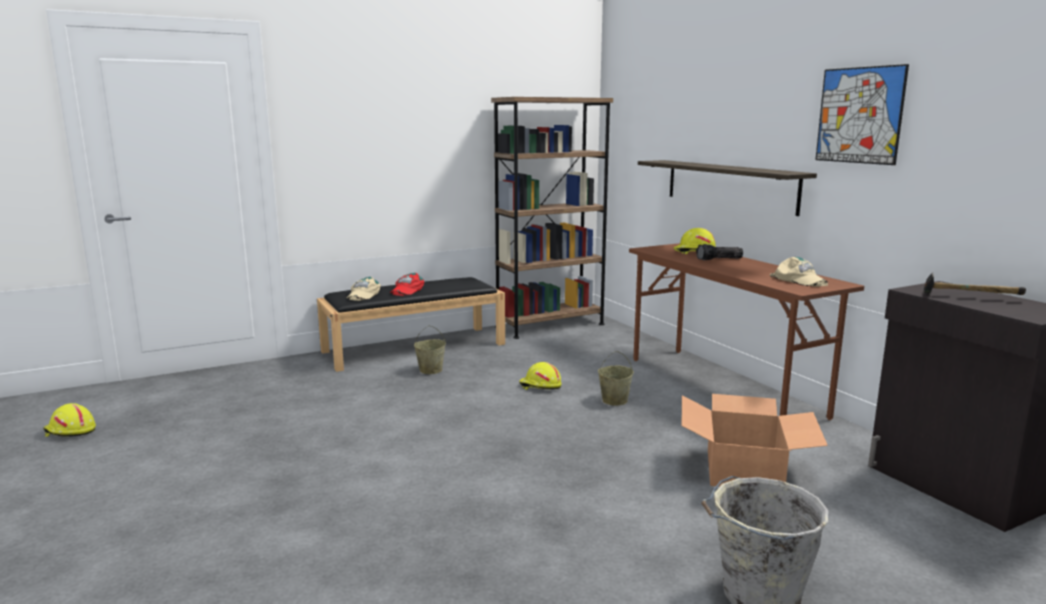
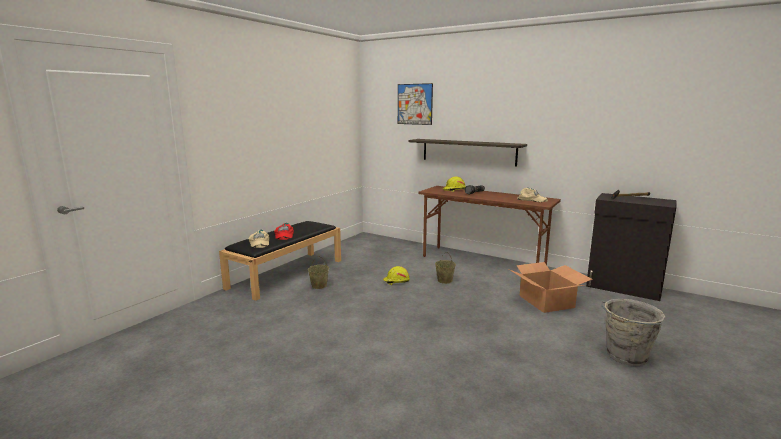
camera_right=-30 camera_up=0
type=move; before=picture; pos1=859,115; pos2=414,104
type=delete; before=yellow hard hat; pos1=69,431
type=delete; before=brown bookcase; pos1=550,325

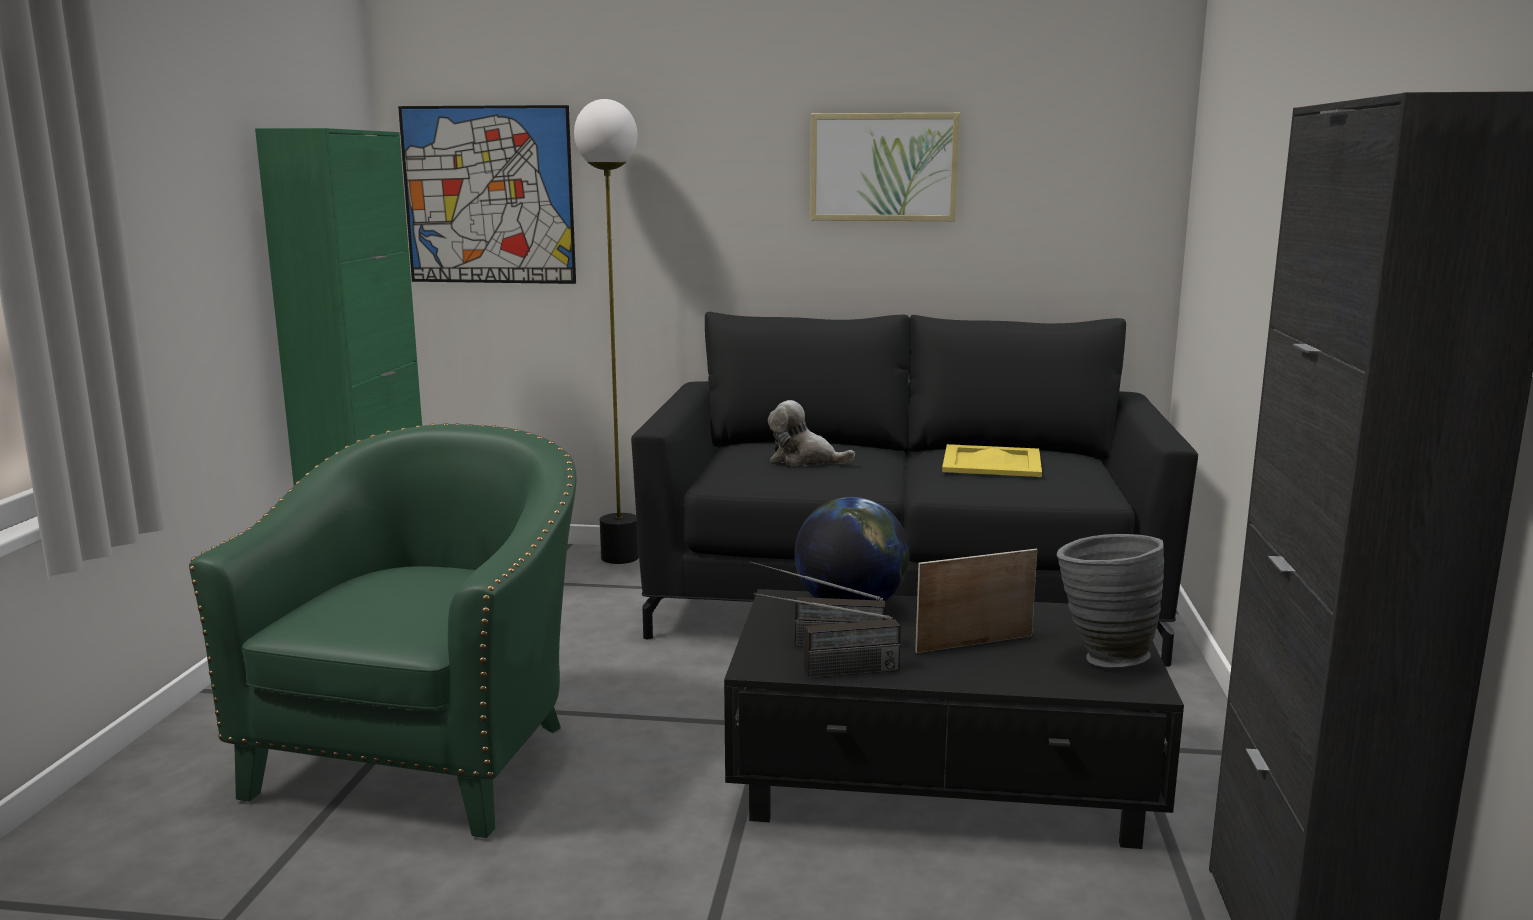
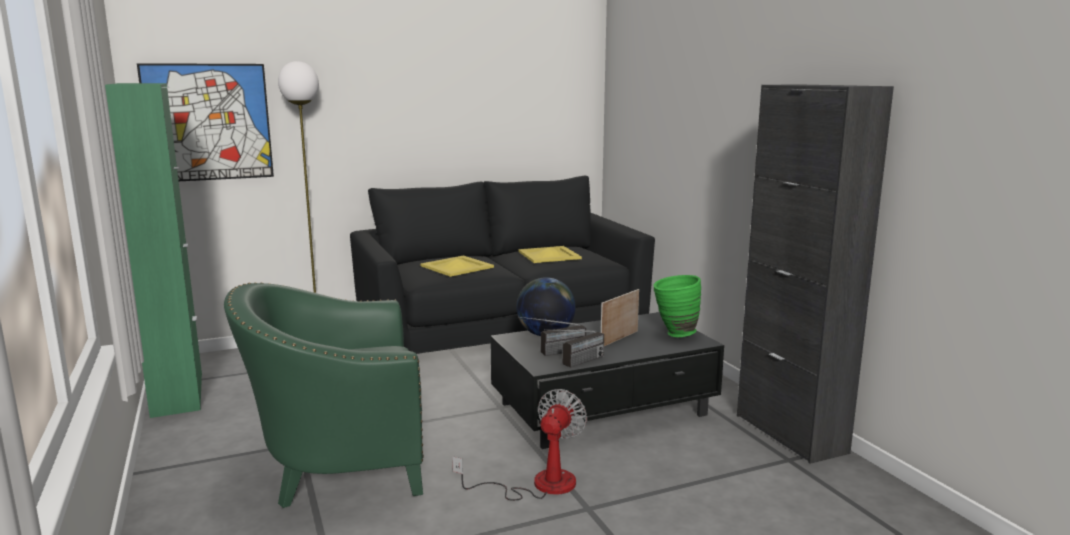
camera_right=-30 camera_up=0
type=rotate; before=green armchair; pos1=429,755; pos2=338,466; turn=-90
type=replace; before=plush toy; after=yellow tray; pos1=804,460; pos2=457,266
type=insert; after=fan; pos2=538,485
type=recolor; before=grey vase; after=green vase; pos1=1101,657; pos2=674,334
type=delete; before=picture; pos1=883,167

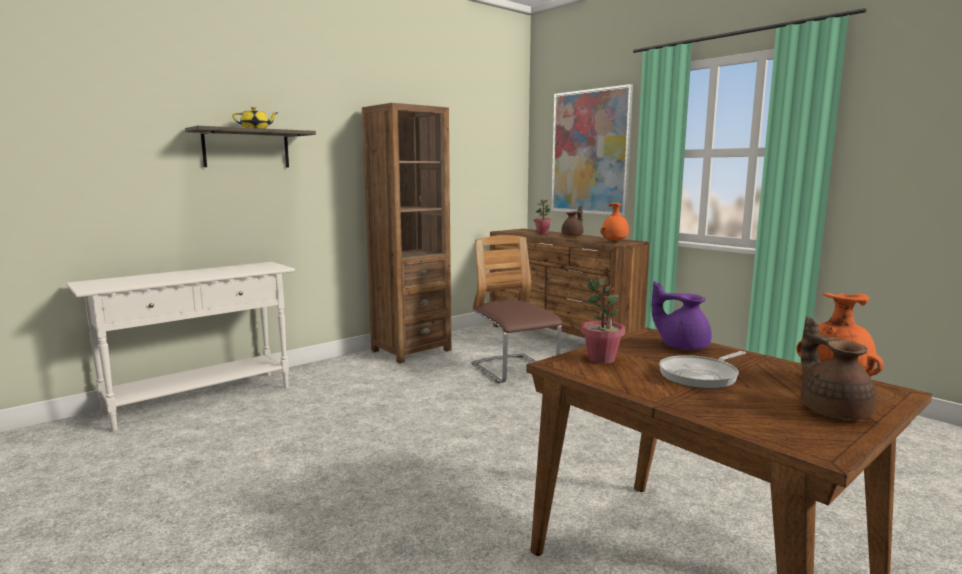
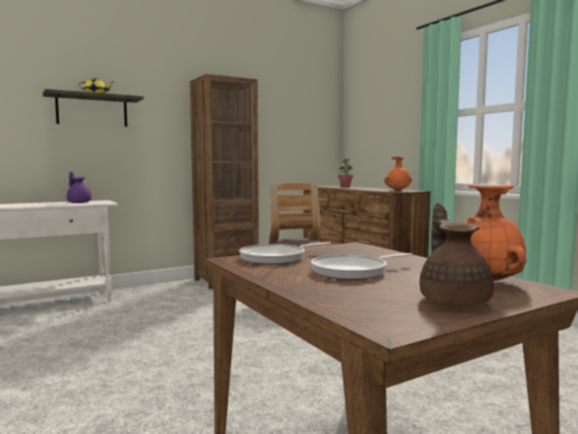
camera_right=10 camera_up=-5
type=move; before=purple teapot; pos1=682,346; pos2=79,202
type=replace; before=potted plant; after=frying pan; pos1=601,359; pos2=277,258
type=delete; before=picture; pos1=590,152
type=delete; before=brown teapot; pos1=573,236

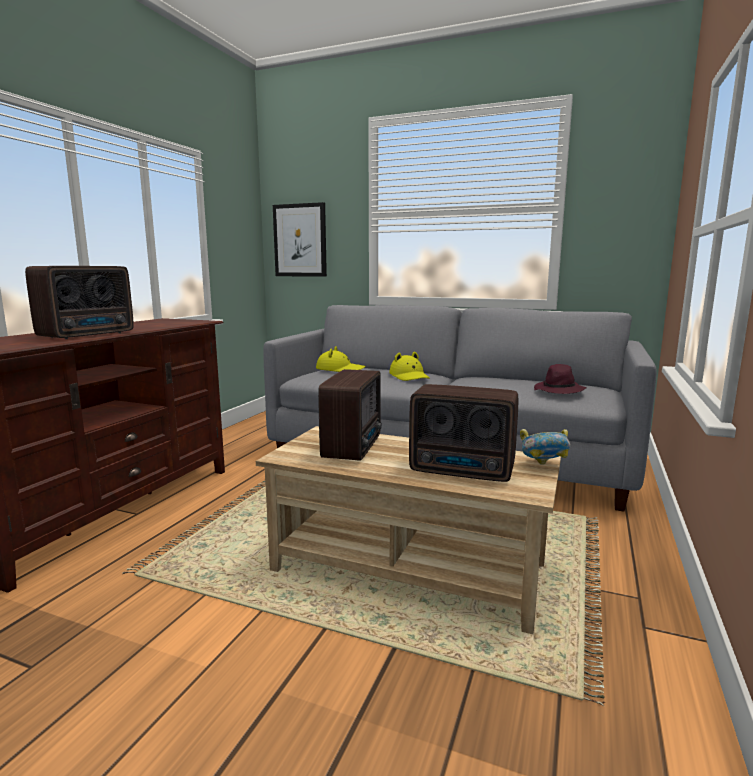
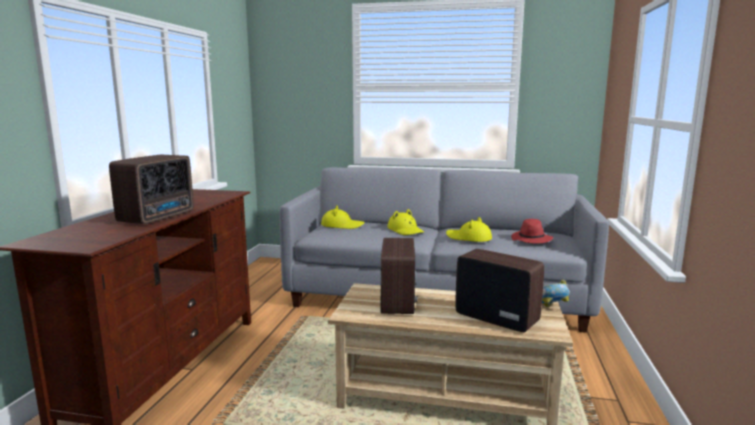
camera_right=-10 camera_up=0
type=insert; after=yellow hat; pos2=468,238
type=rotate; before=radio; pos1=464,471; pos2=495,317; turn=-150
type=recolor; before=purple hat; after=red hat; pos1=559,391; pos2=531,240
type=delete; before=picture; pos1=300,240

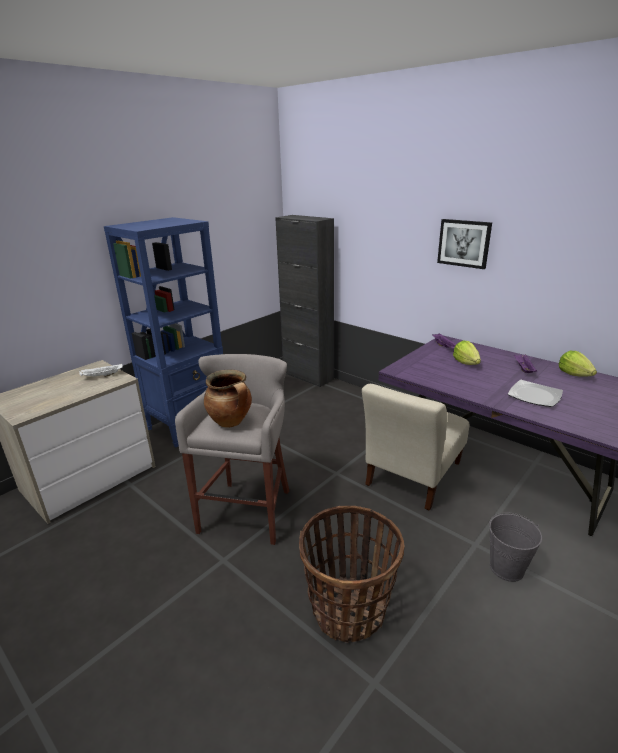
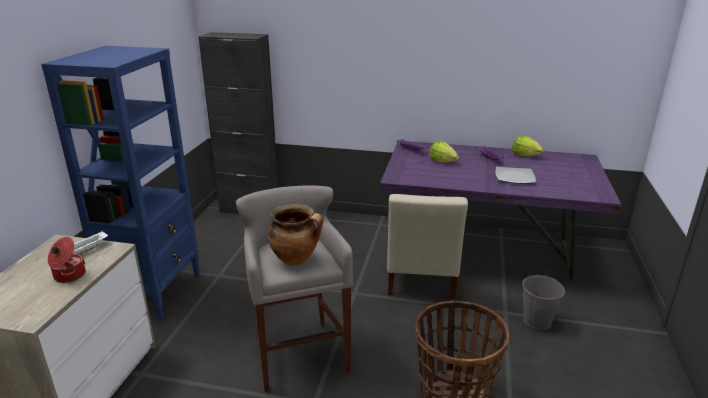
camera_right=-30 camera_up=0
type=insert; after=cooking pot; pos2=69,276
type=delete; before=picture; pos1=464,243

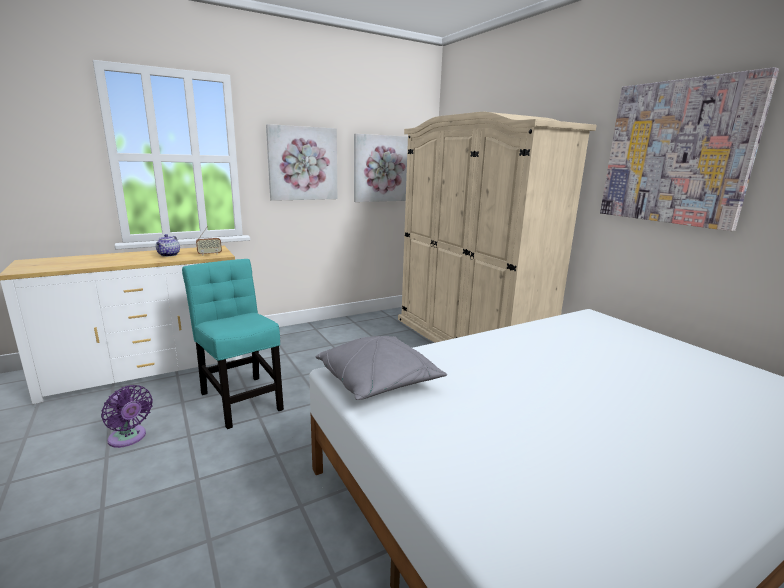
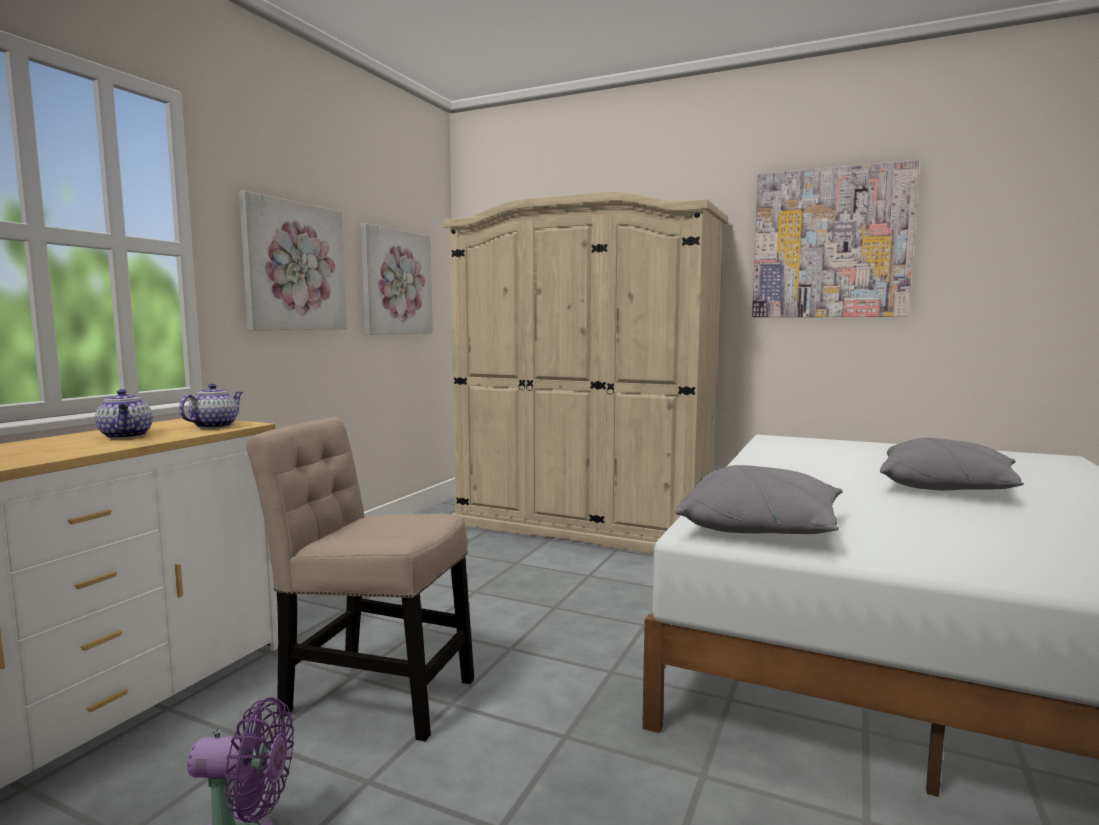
camera_right=-35 camera_up=-10
type=replace; before=radio; after=teapot; pos1=209,254; pos2=214,426
type=recolor; before=turquoise chair; after=beige chair; pos1=240,398; pos2=372,693
type=insert; after=grey pillow; pos2=946,488

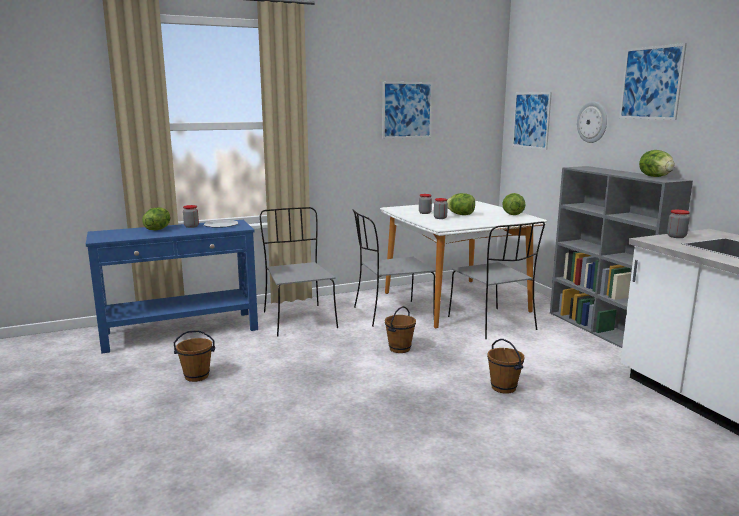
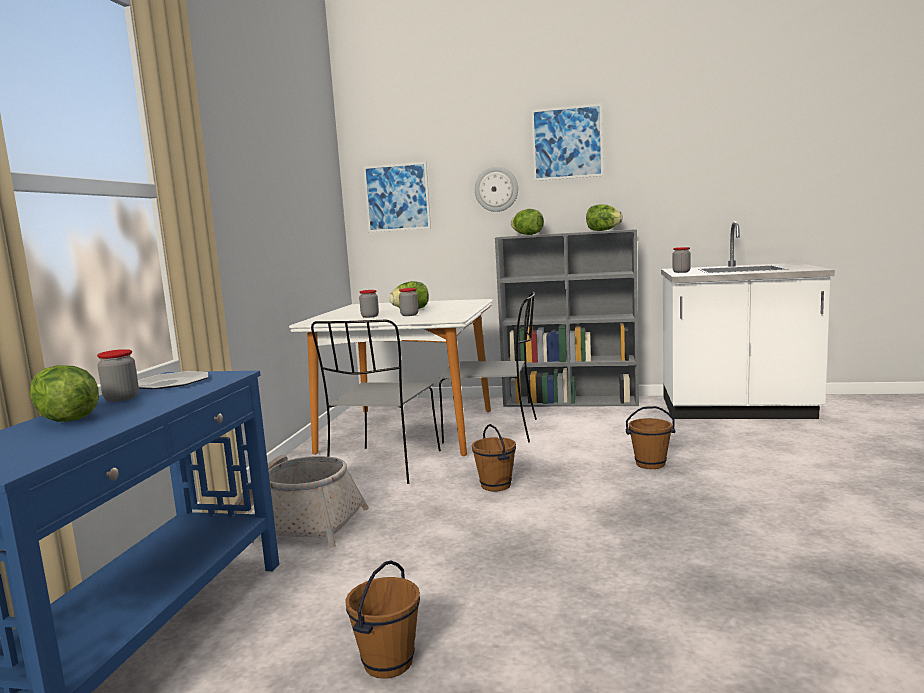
camera_right=-55 camera_up=-5
type=replace; before=grey chair; after=basket; pos1=298,319; pos2=296,524
type=move; before=lettuce; pos1=512,214; pos2=527,235
type=delete; before=picture; pos1=407,110

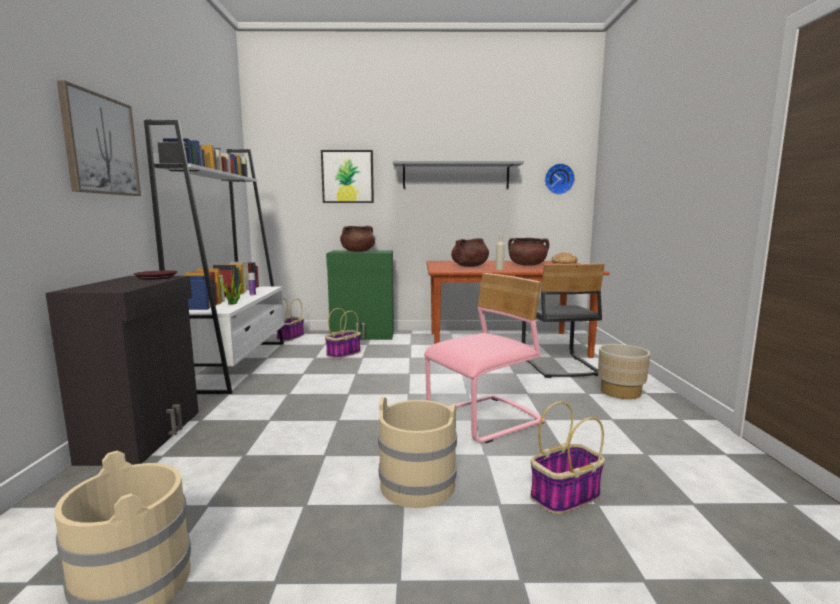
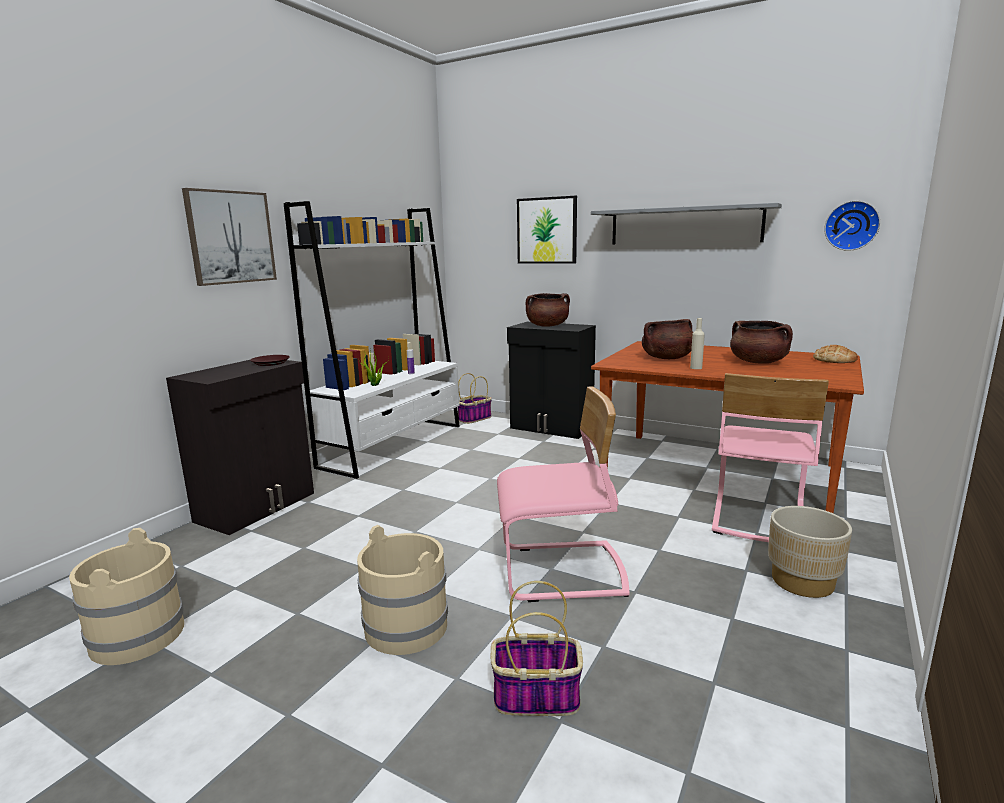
camera_right=30 camera_up=5
type=recolor; before=green cabinet; after=black cabinet; pos1=363,335; pos2=551,428
type=recolor; before=black chair; after=pink chair; pos1=558,365; pos2=757,518
type=delete; before=basket; pos1=343,354

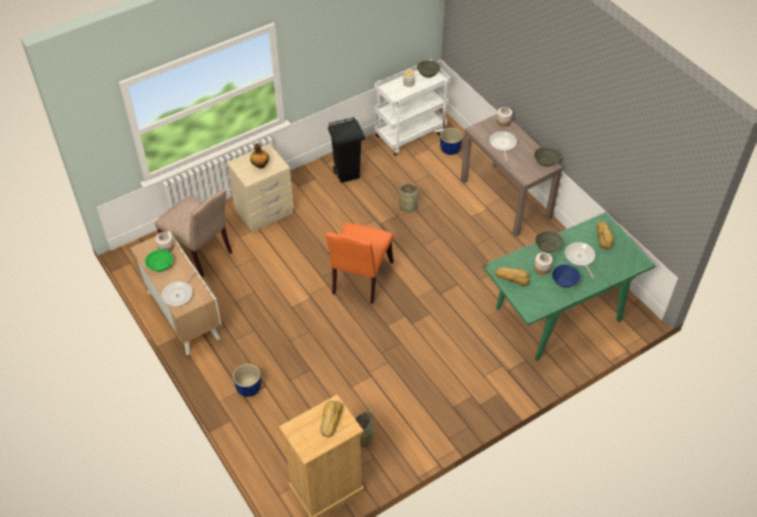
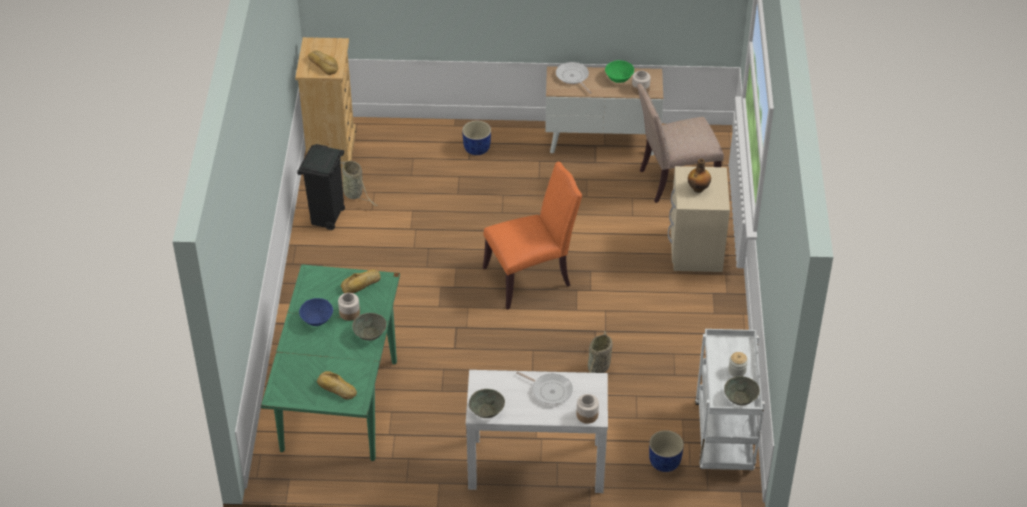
camera_right=125 camera_up=-5
type=move; before=black trash can; pos1=347,174; pos2=327,219
type=recolor; before=brown console table; after=white console table; pos1=506,199; pos2=535,465
type=rotate; before=orange chair; pos1=360,280; pos2=531,277; turn=105
type=delete; before=frying pan; pos1=580,258

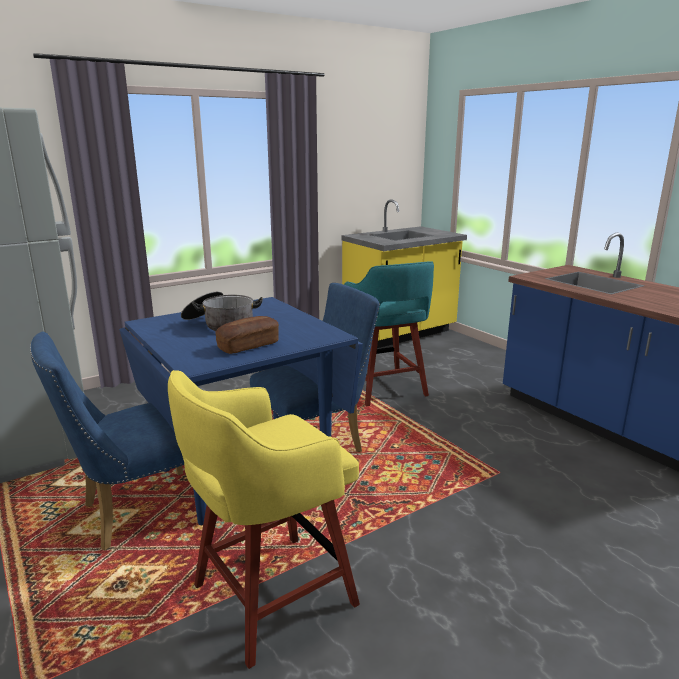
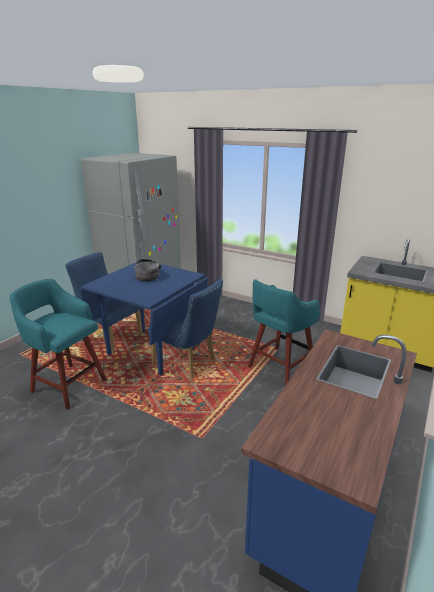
camera_right=65 camera_up=5
type=recolor; before=yellow stool; after=turquoise stool; pos1=269,597; pos2=67,385
type=delete; before=bread; pos1=248,346

